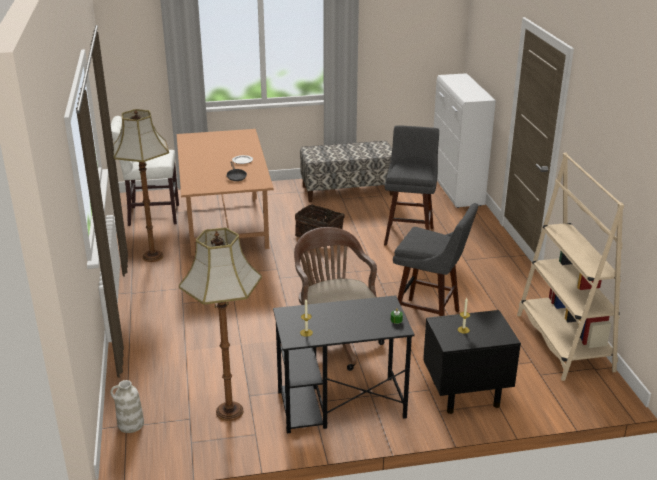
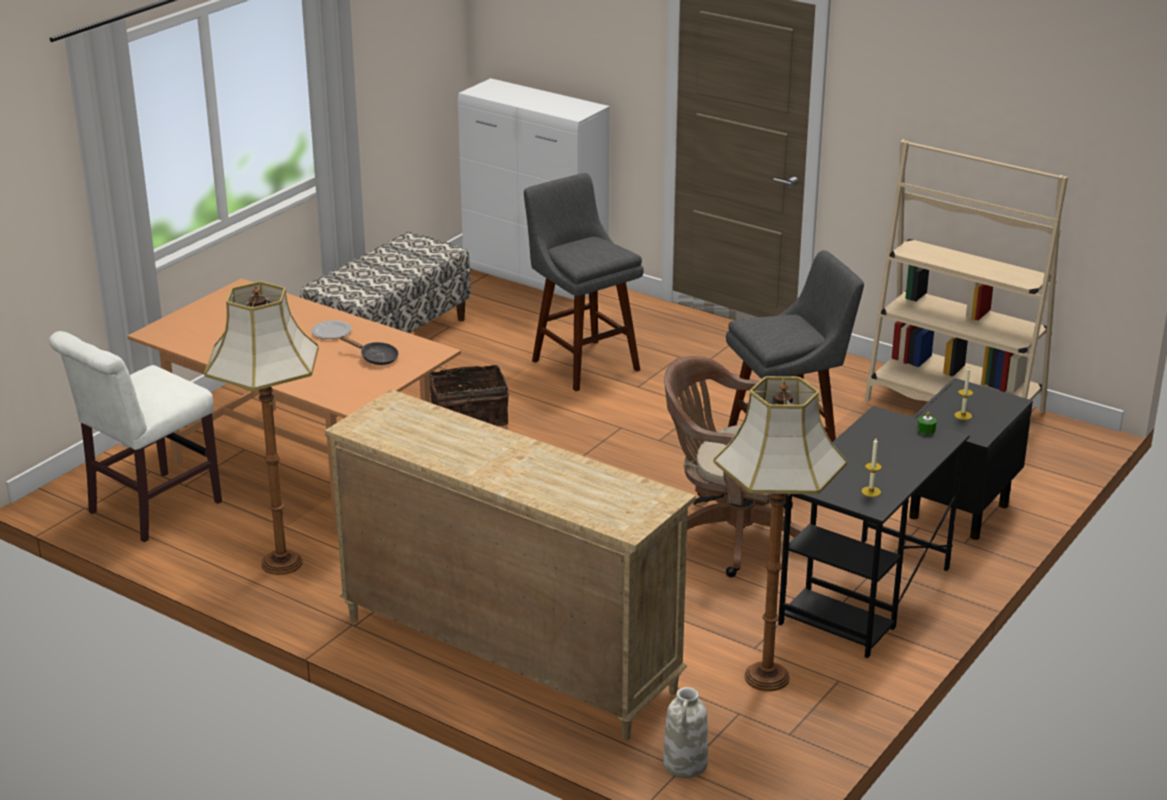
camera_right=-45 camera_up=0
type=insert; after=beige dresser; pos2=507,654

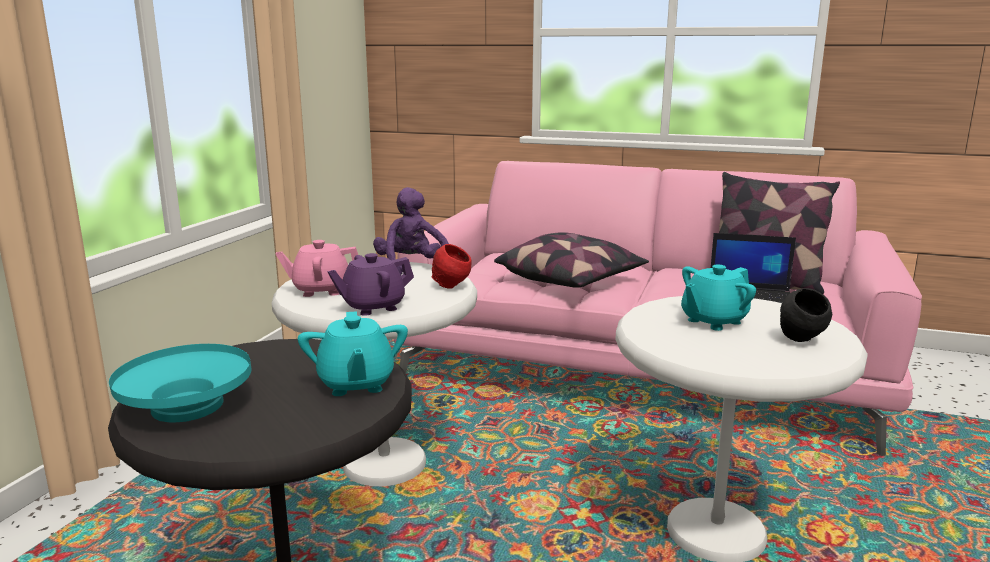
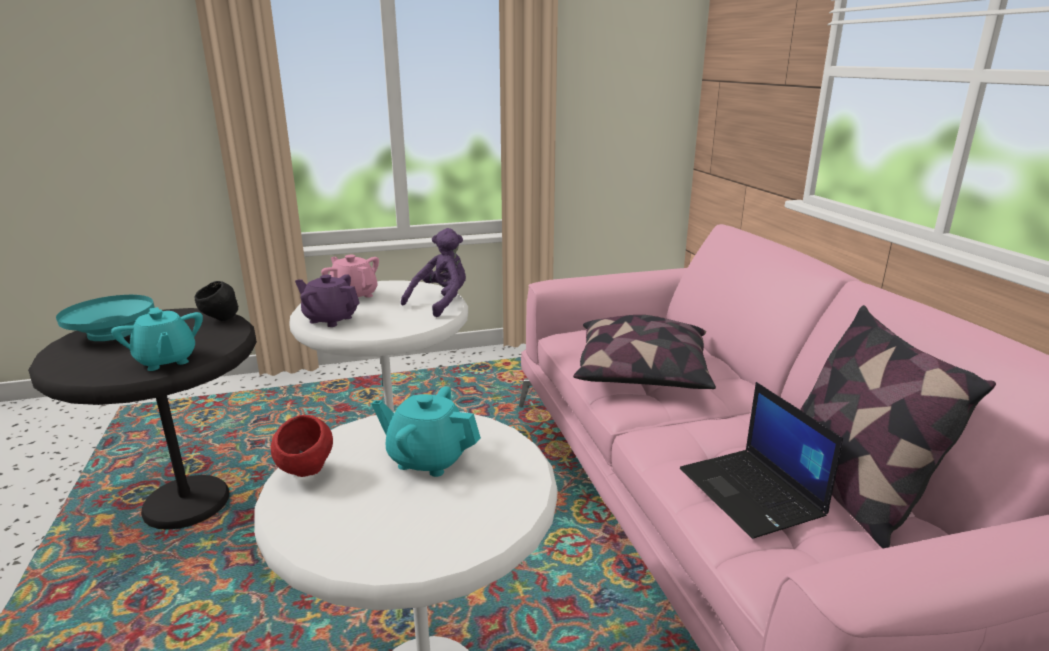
camera_right=55 camera_up=5
type=rotate; before=turquoise teapot; pos1=356,384; pos2=166,360; turn=-75
type=move; before=black bowl; pos1=801,341; pos2=220,320
type=move; before=red bowl; pos1=451,287; pos2=306,474

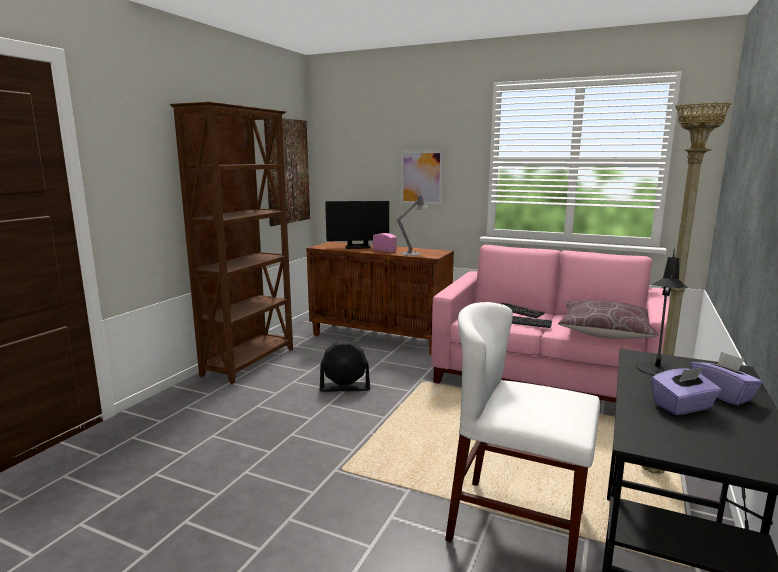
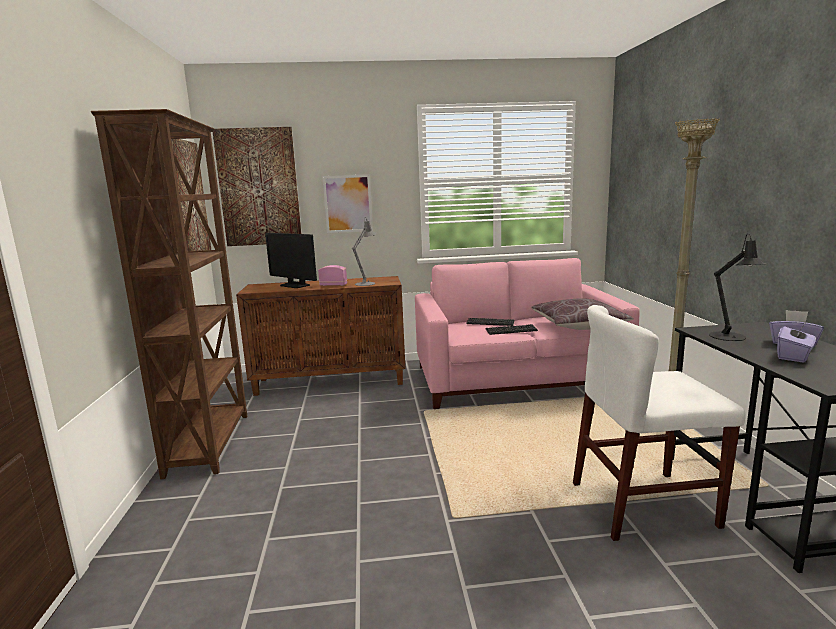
camera_right=-30 camera_up=0
type=insert; after=picture; pos2=259,187
type=rotate; before=monitor; pos1=358,247; pos2=295,285; turn=75
type=delete; before=black fan; pos1=345,387

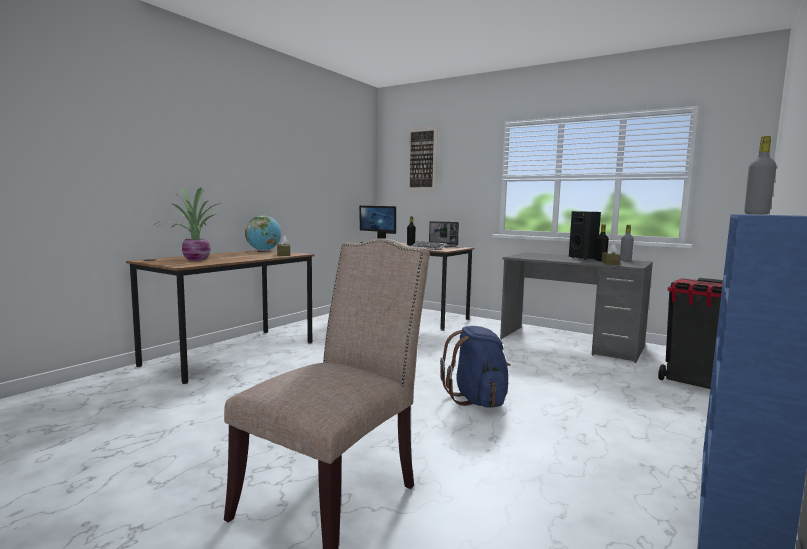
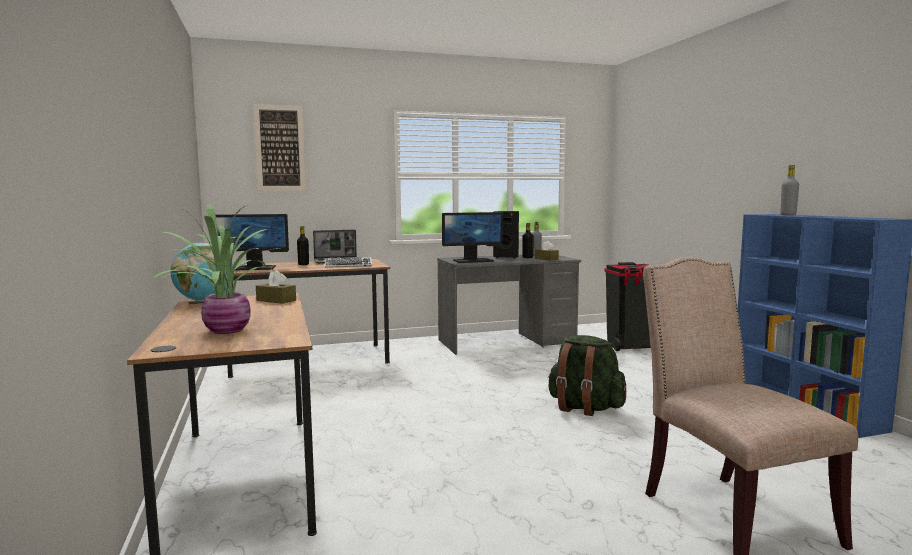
camera_right=-50 camera_up=0
type=insert; after=monitor; pos2=473,260
type=recolor; before=blue backpack; after=green backpack; pos1=477,400; pos2=584,408

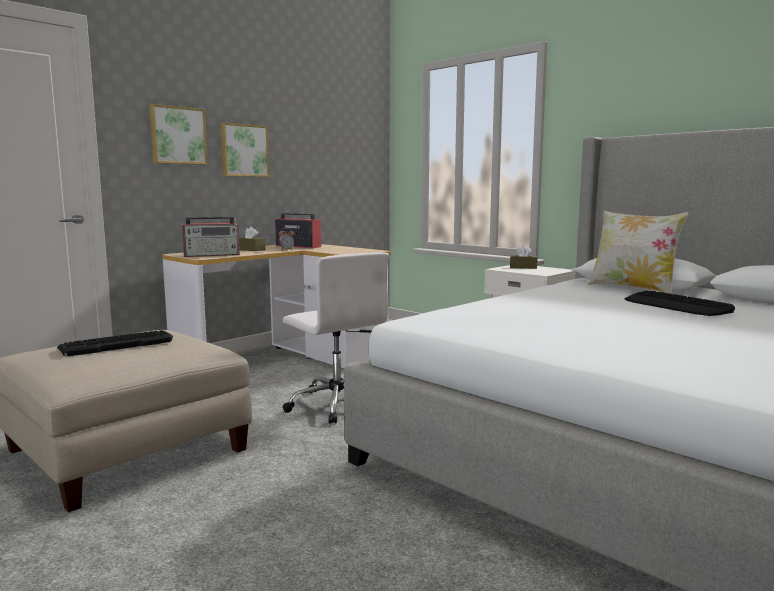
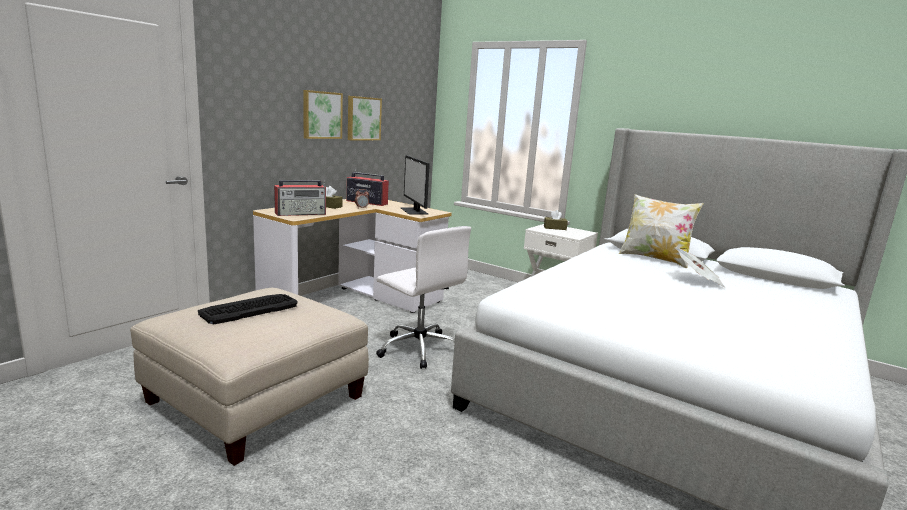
camera_right=-10 camera_up=5
type=move; before=picture; pos1=177,135; pos2=363,118
type=insert; after=monitor; pos2=415,211
type=replace; before=keyboard; after=newspaper; pos1=677,305; pos2=698,280

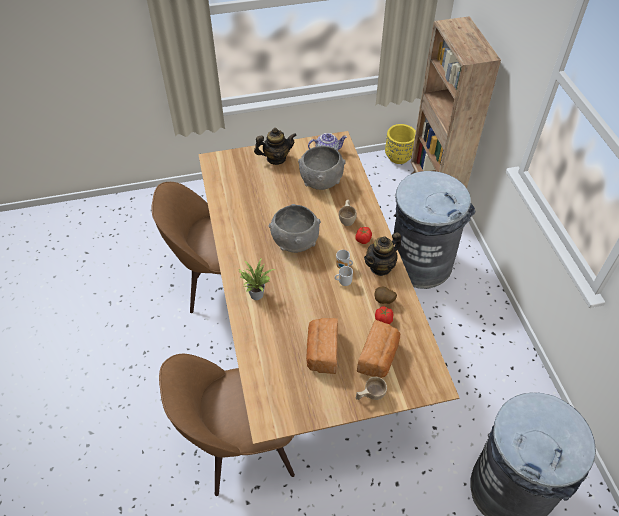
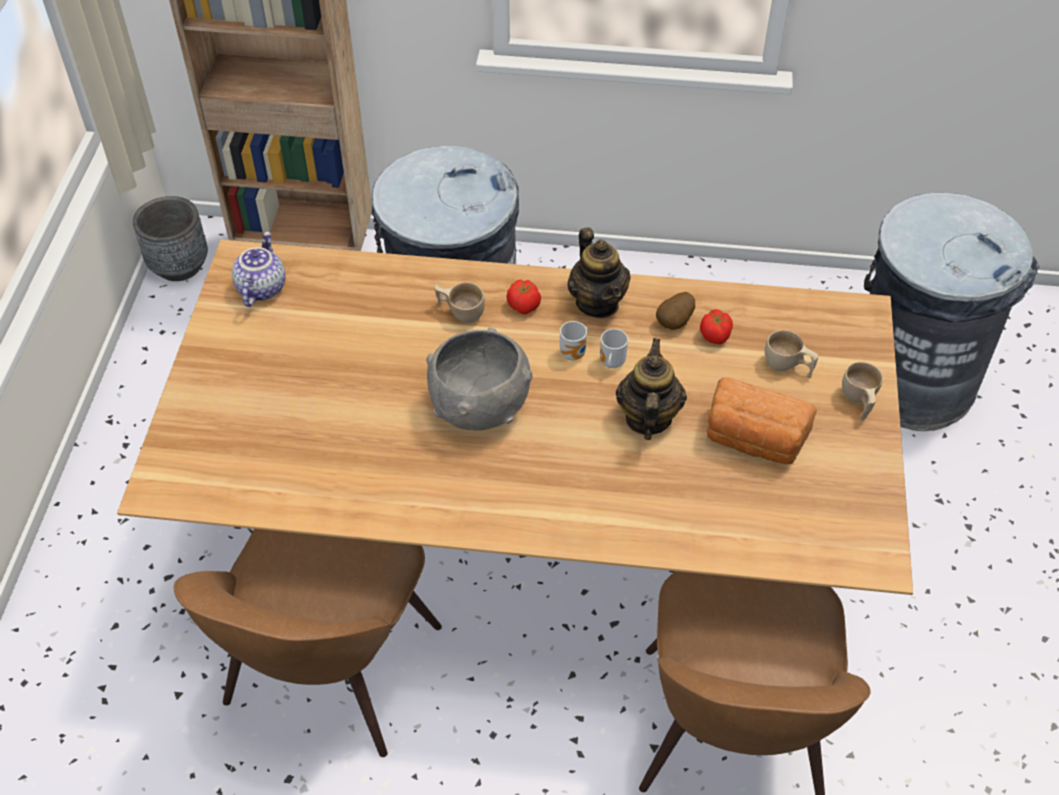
camera_right=-70 camera_up=0
type=recolor; before=yellow planter; after=grey planter; pos1=398,157; pos2=179,266
type=move; before=teapot; pos1=276,158; pos2=647,418
type=replace; before=bread; after=beige cup; pos1=378,357; pos2=787,366
type=delete; before=potted plant; pos1=256,293
type=delete; before=grey bowl; pos1=321,181

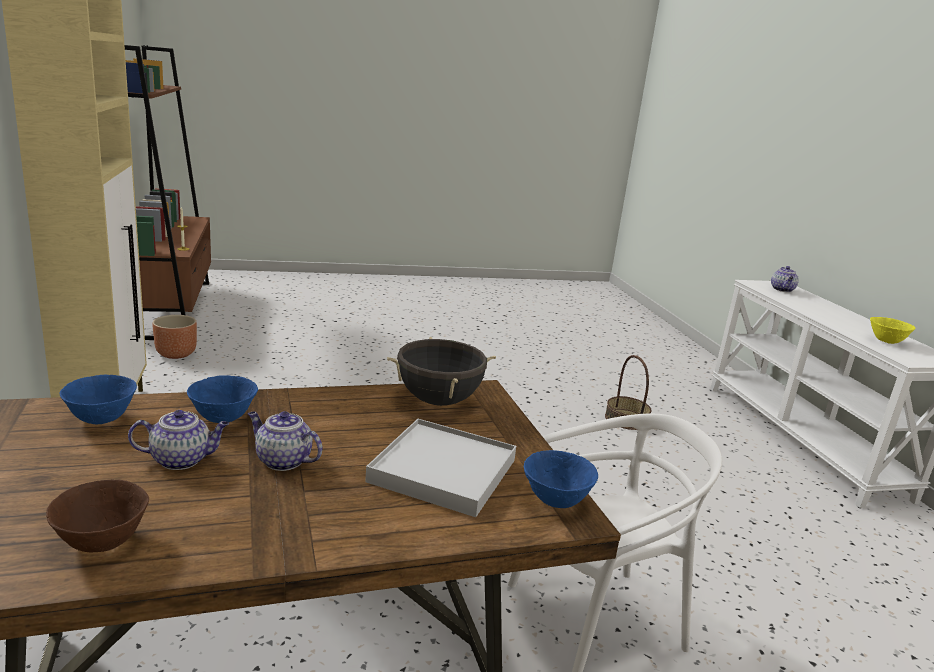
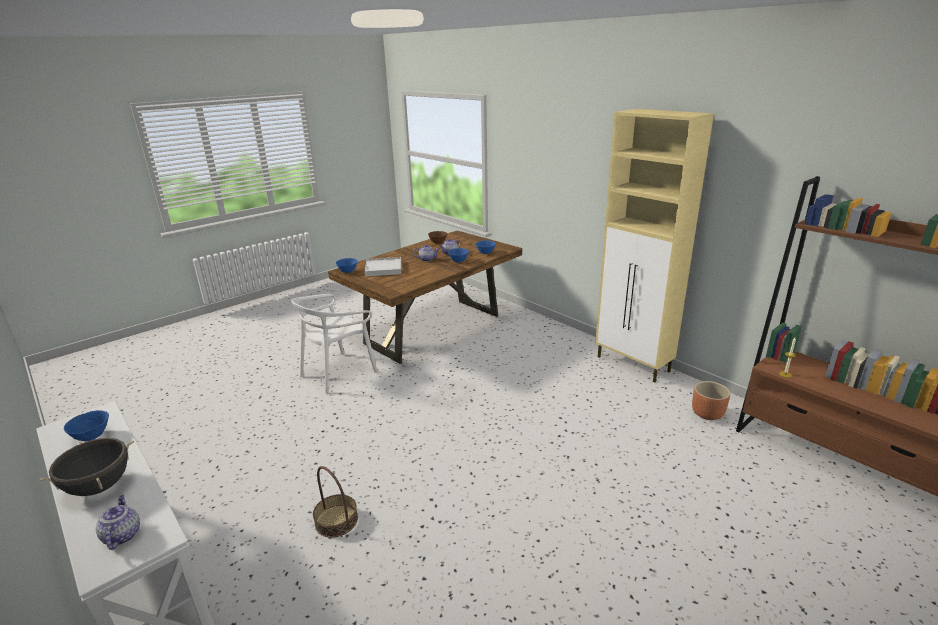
camera_right=155 camera_up=5
type=move; before=black cooking pot; pos1=438,401; pos2=99,487
type=recolor; before=yellow bowl; after=blue bowl; pos1=886,341; pos2=92,437

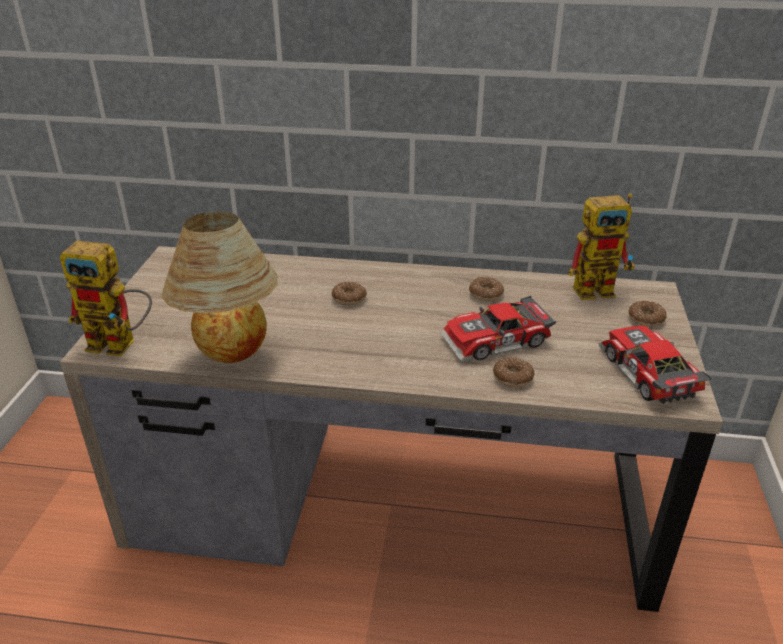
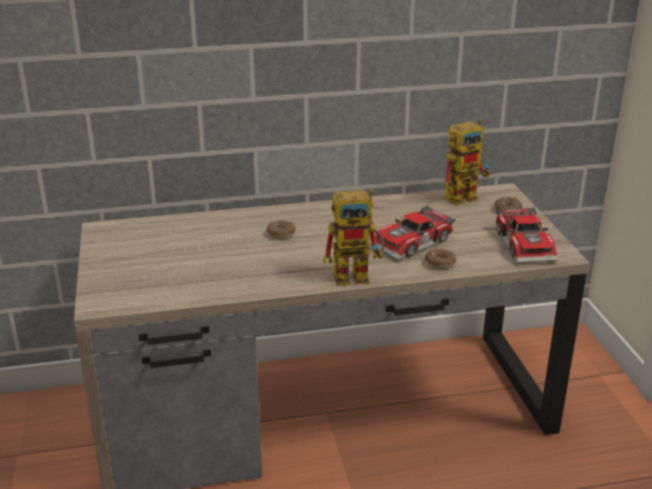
camera_right=-20 camera_up=-5
type=move; before=toy robot; pos1=121,344; pos2=358,275
type=rotate; before=toy car; pos1=645,374; pos2=526,244; turn=-150
type=delete; before=table lamp; pos1=230,356
type=delete; before=donut; pos1=485,294

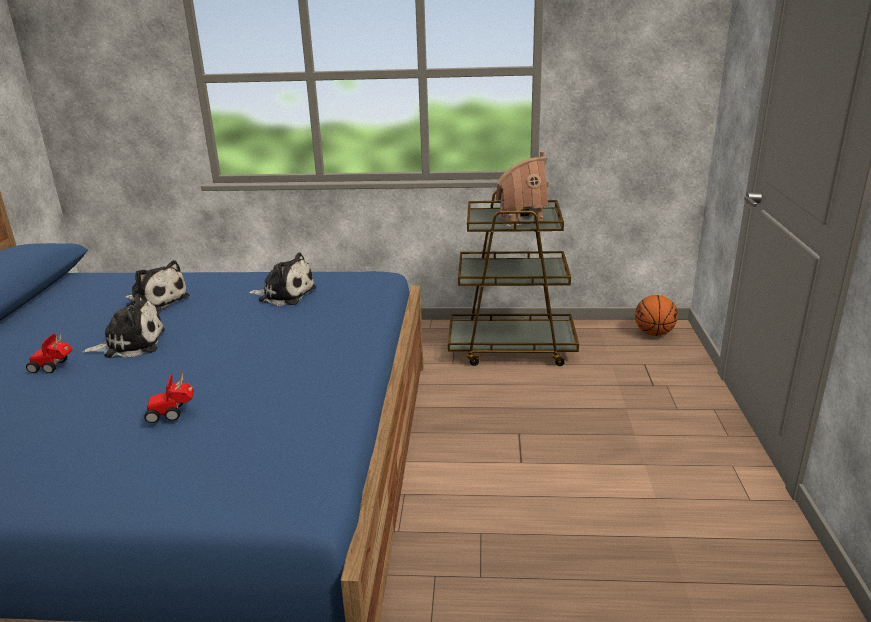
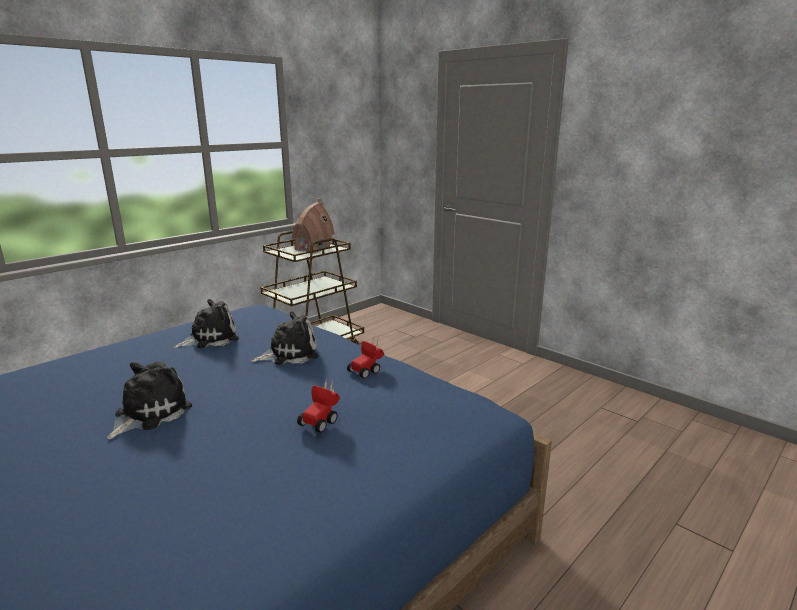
camera_right=-50 camera_up=-5
type=move; before=plush toy; pos1=156,301; pos2=289,353
type=move; before=toy car; pos1=54,367; pos2=367,370
type=delete; before=basketball; pos1=654,333

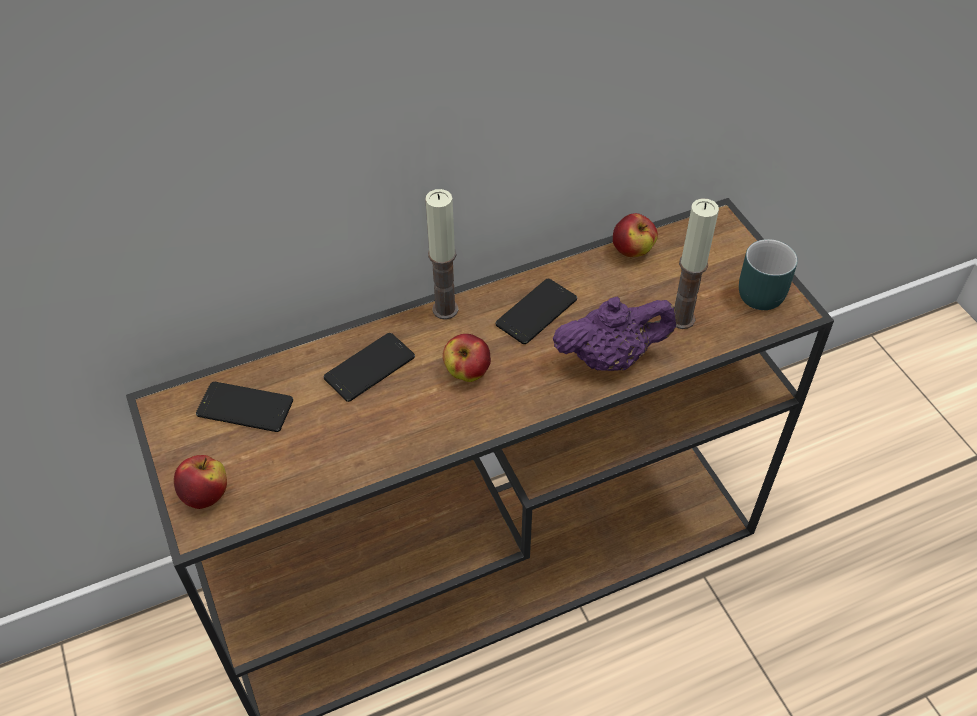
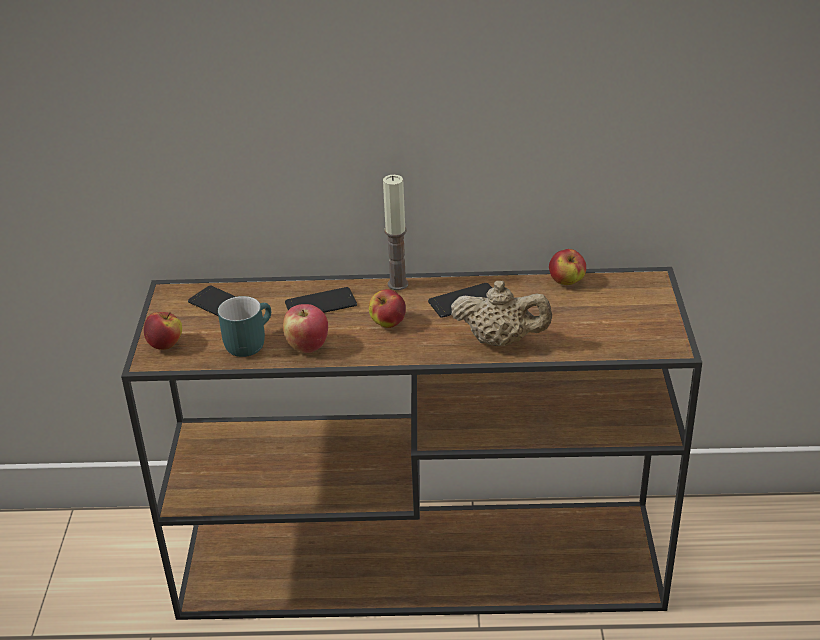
camera_right=25 camera_up=-15
type=move; before=turquoise mug; pos1=758,288; pos2=247,341
type=insert; after=apple; pos2=307,346
type=recolor; before=purple teapot; after=beige teapot; pos1=610,358; pos2=500,341
type=delete; before=candle; pos1=681,319

